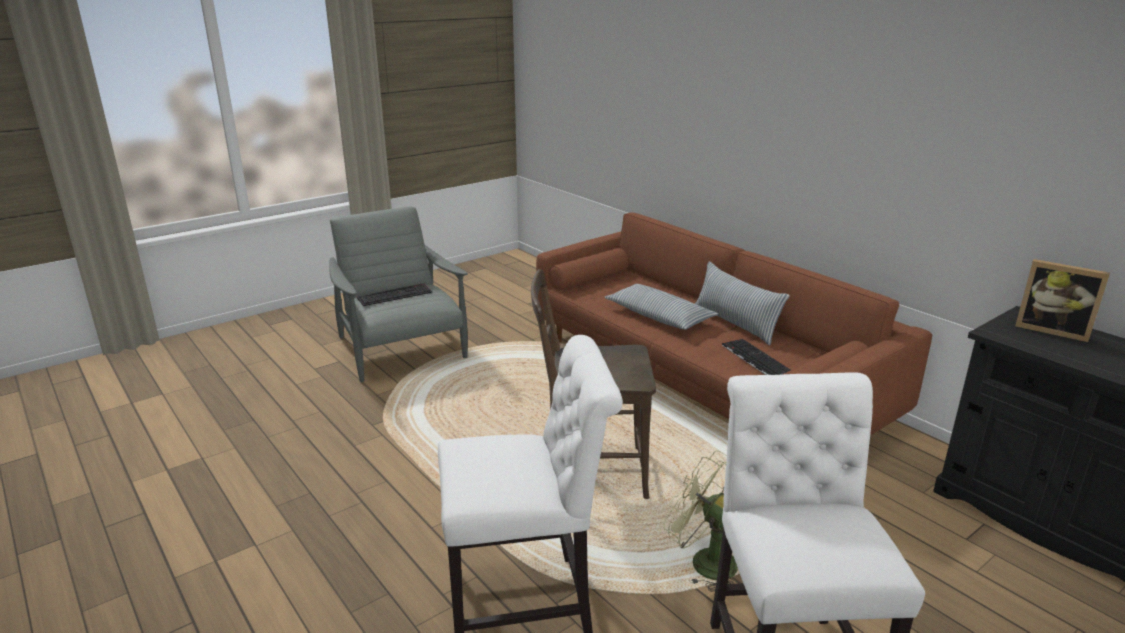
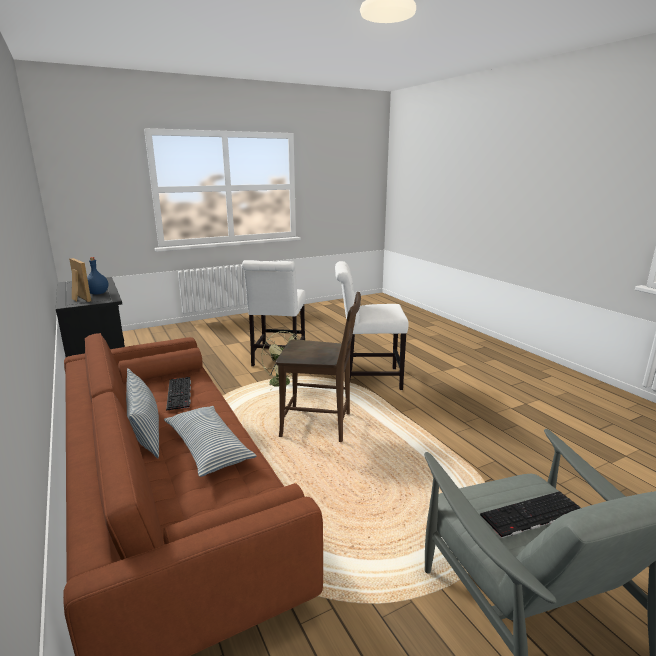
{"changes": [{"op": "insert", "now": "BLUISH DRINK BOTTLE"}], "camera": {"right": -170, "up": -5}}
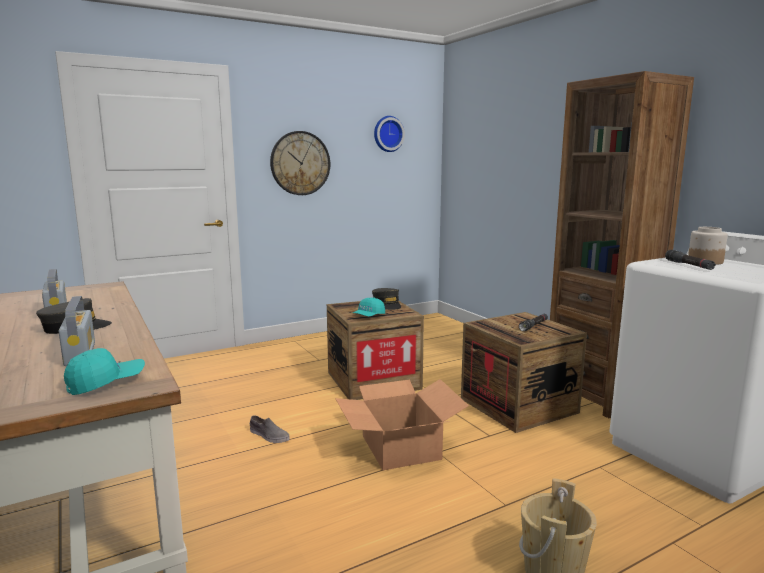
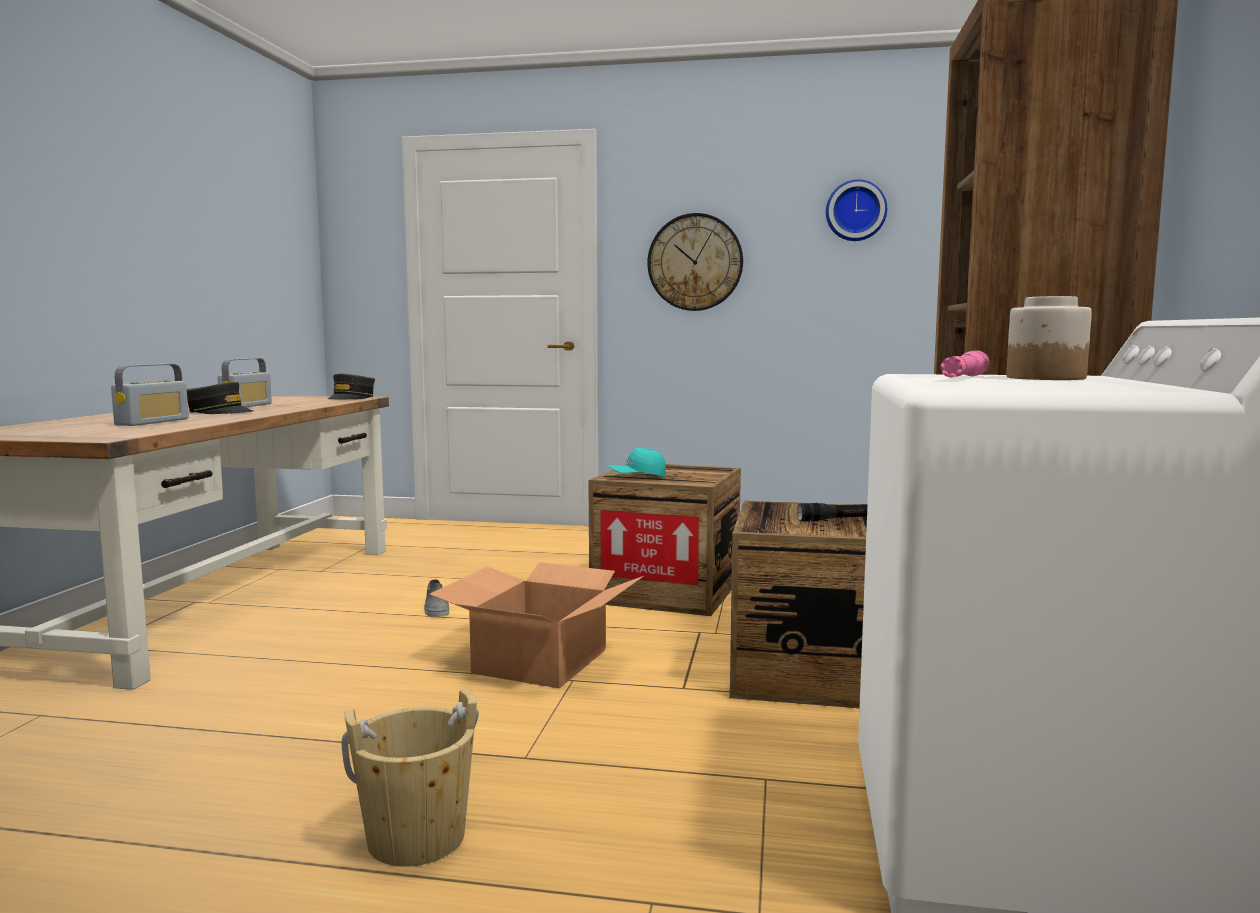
{"changes": [{"op": "delete", "was": "TURQUOISE CAP (1st from left)"}, {"op": "move", "was": "GRAY CAP (2nd from left)"}, {"op": "recolor", "was": "BLACK-COLOURED HAND TORCH (2nd from left)", "now": "PINK HAND TORCH"}], "camera": {"right": 40, "up": -5}}
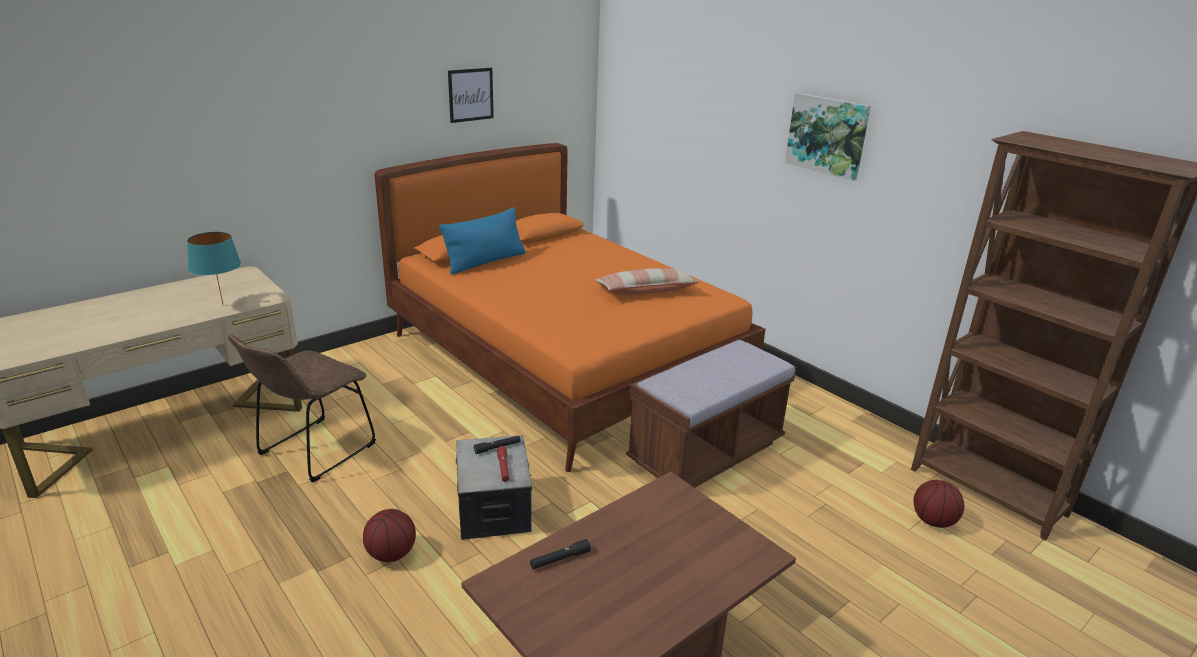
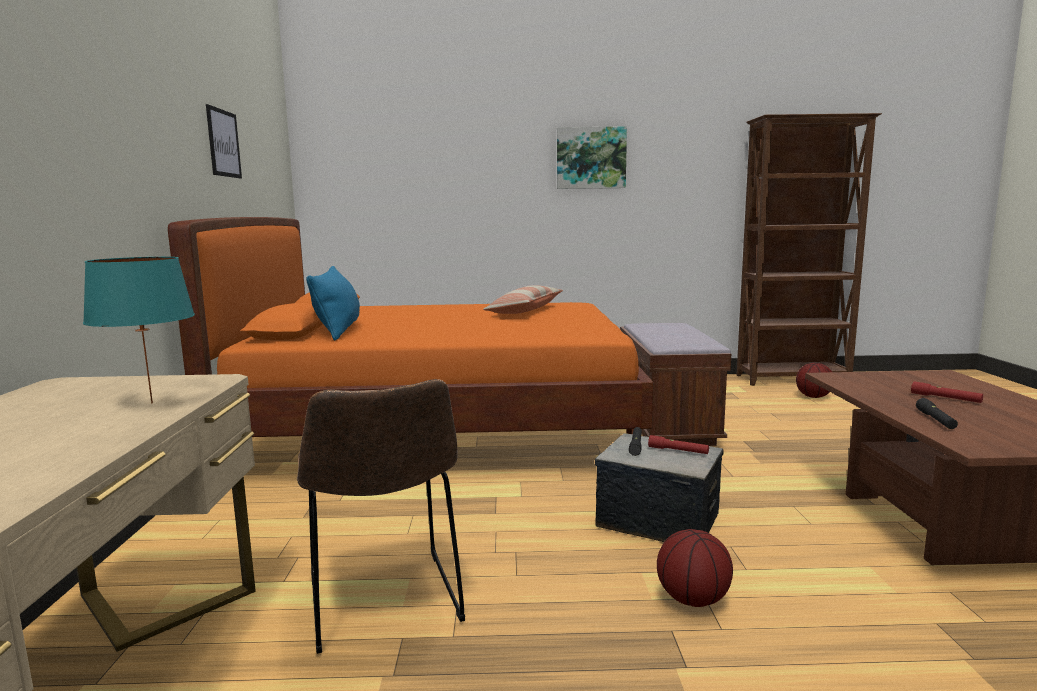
{"changes": [{"op": "insert", "now": "RED-COLOURED HAND TORCH (2nd from left)"}], "camera": {"right": -50, "up": -15}}
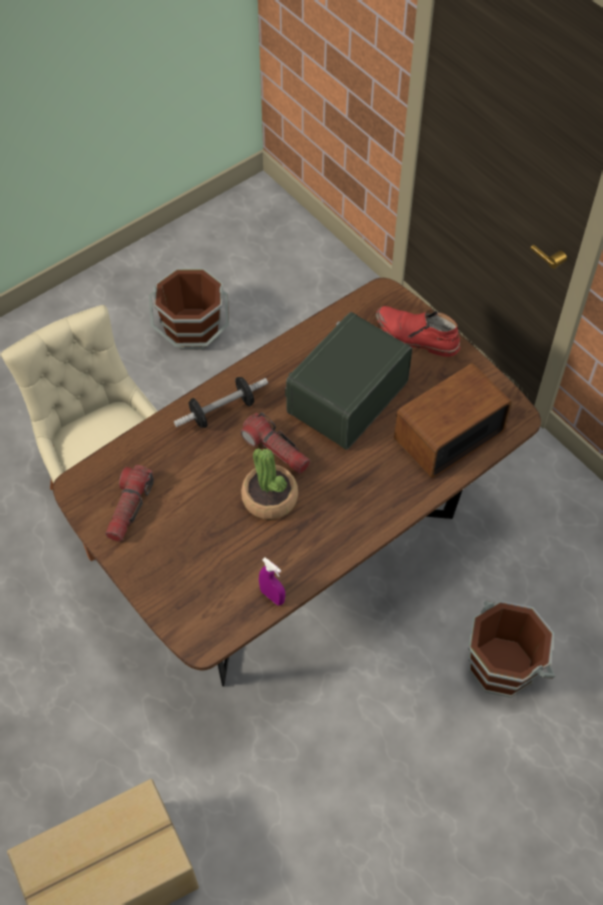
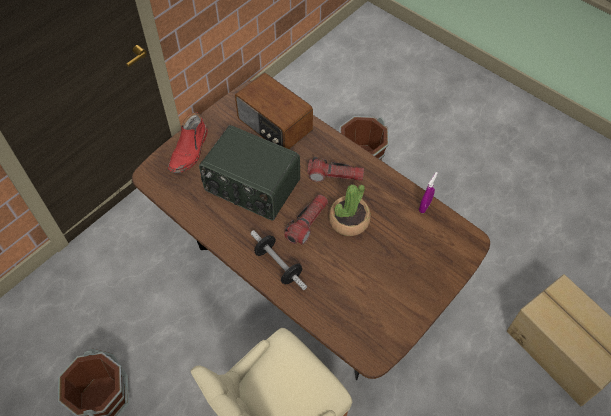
{"changes": [{"op": "move", "was": "HAND TORCH (1st from left in the first image)", "now": "HAND TORCH (2nd from left)"}], "camera": {"right": -100, "up": 0}}
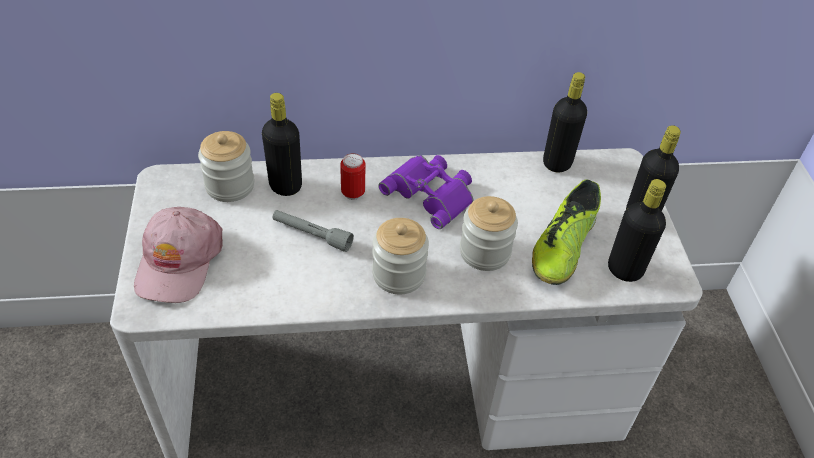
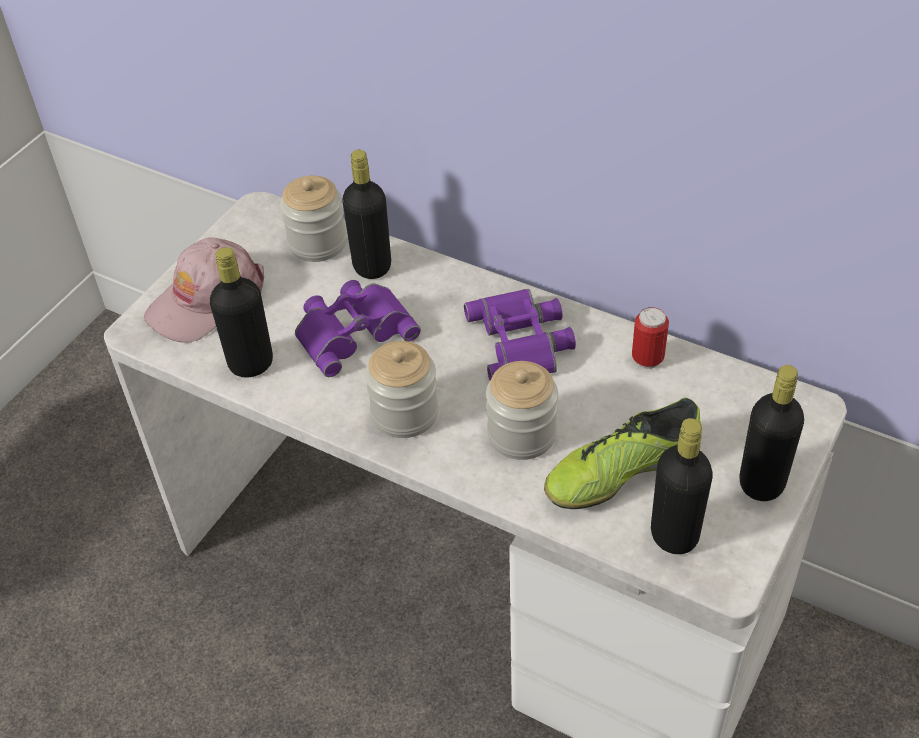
{"changes": [{"op": "move", "was": "METAL CAN"}, {"op": "move", "was": "BLACK-COLOURED DRINK BOTTLE (2nd from left in the first image)", "now": "BLACK-COLOURED DRINK BOTTLE (1st from left)"}, {"op": "replace", "was": "GRAY HAND TORCH", "now": "PURPLISH PAIR OF BINOCULARS (1st from left)"}], "camera": {"right": 40, "up": 0}}
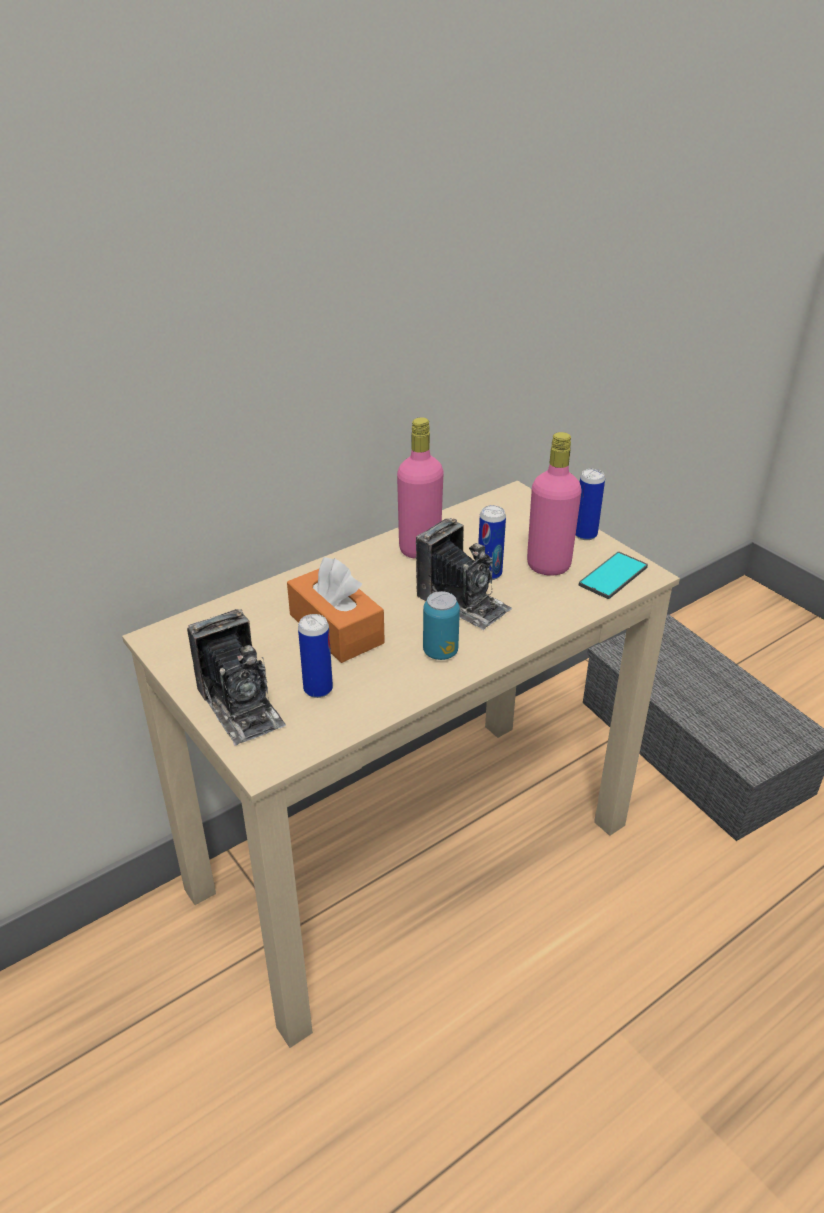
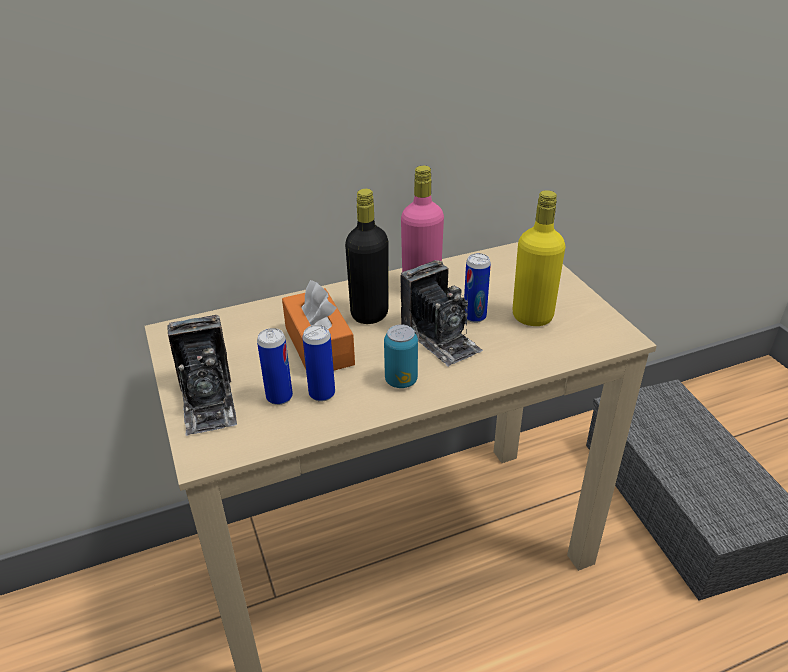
{"changes": [{"op": "delete", "was": "HANDSET"}, {"op": "insert", "now": "BLACK-COLOURED DRINK BOTTLE"}, {"op": "move", "was": "METAL CAN (4th from left in the first image)", "now": "METAL CAN (2nd from left)"}, {"op": "recolor", "was": "PINK DRINK BOTTLE (2nd from left)", "now": "YELLOW-COLOURED DRINK BOTTLE"}], "camera": {"right": 15, "up": 0}}
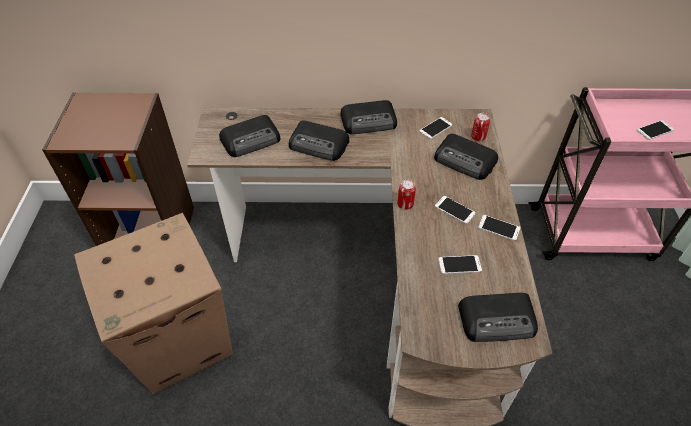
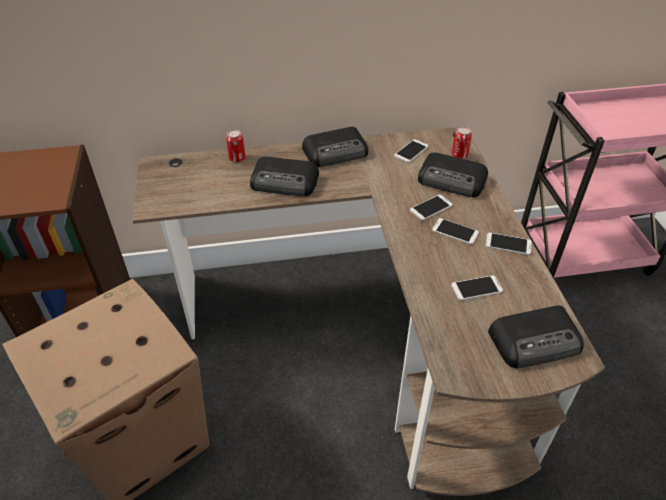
{"changes": [{"op": "delete", "was": "RADIO RECEIVER (1st from left)"}, {"op": "move", "was": "METAL CAN (1st from left)"}, {"op": "move", "was": "HANDSET (5th from left in the first image)", "now": "HANDSET (2nd from left)"}], "camera": {"right": -10, "up": -5}}
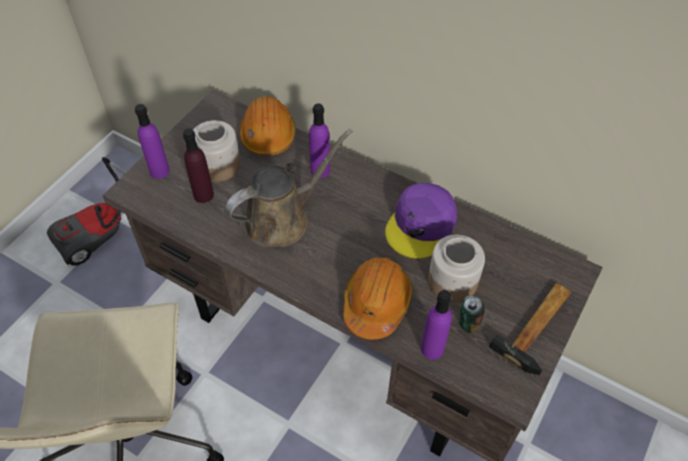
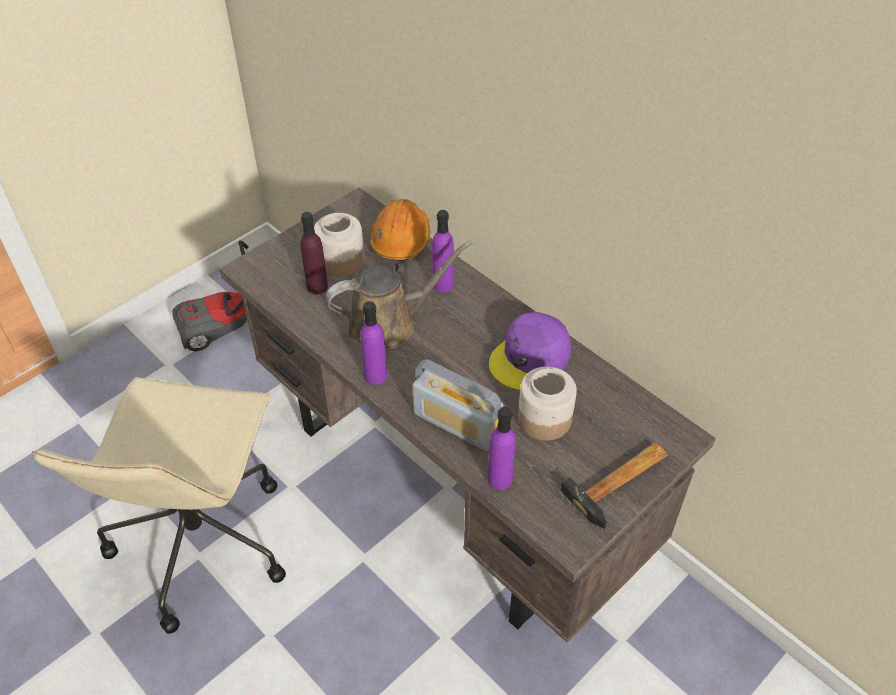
{"changes": [{"op": "delete", "was": "METAL CAN"}, {"op": "move", "was": "PURPLISH DRINK BOTTLE (1st from left in the first image)", "now": "PURPLISH DRINK BOTTLE (2nd from left)"}, {"op": "replace", "was": "ORANGE-COLOURED WORK HELMET (2nd from left)", "now": "RADIO RECEIVER"}], "camera": {"right": 15, "up": -5}}
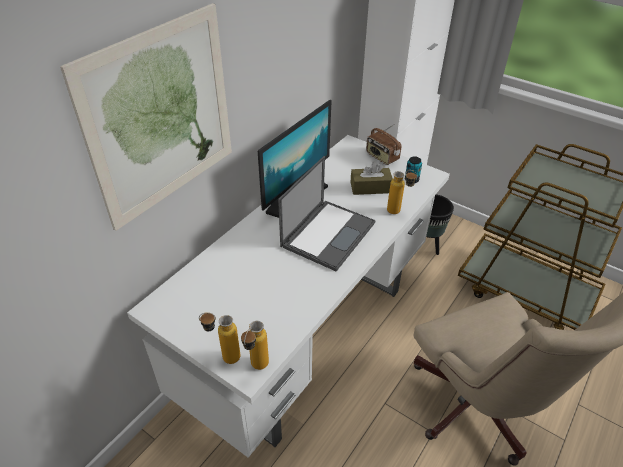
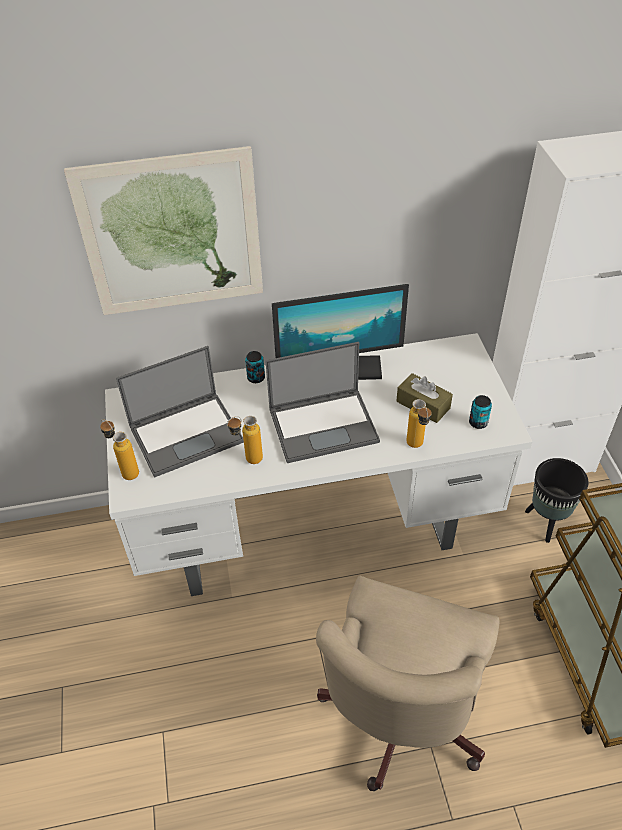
{"changes": [{"op": "delete", "was": "RADIO RECEIVER"}, {"op": "insert", "now": "NOTEBOOK COMPUTER (1st from left)"}, {"op": "insert", "now": "METAL CAN (1st from left)"}, {"op": "move", "was": "DRINK BOTTLE (2nd from left)"}], "camera": {"right": 45, "up": 5}}
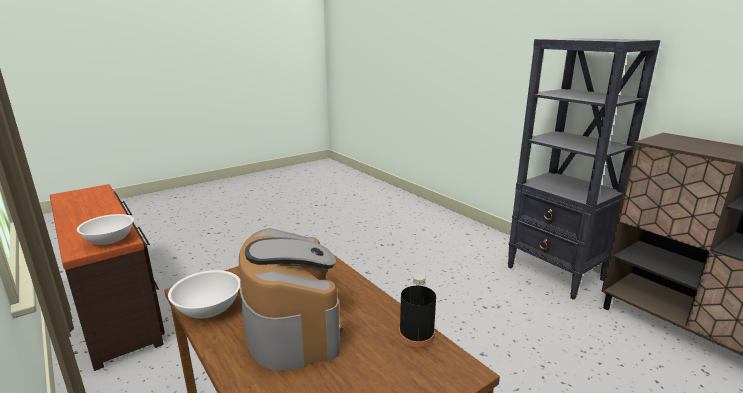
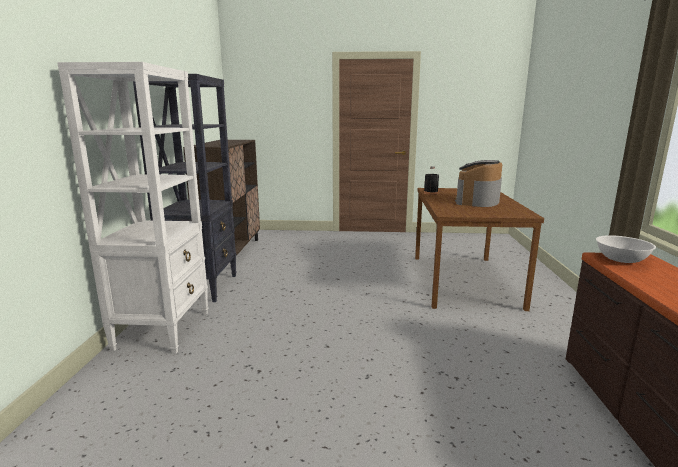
{"changes": [{"op": "delete", "was": "WHITISH DEEP DISH (2nd from left)"}, {"op": "insert", "now": "WHITISH SHELVING UNIT"}], "camera": {"right": -140, "up": -5}}
